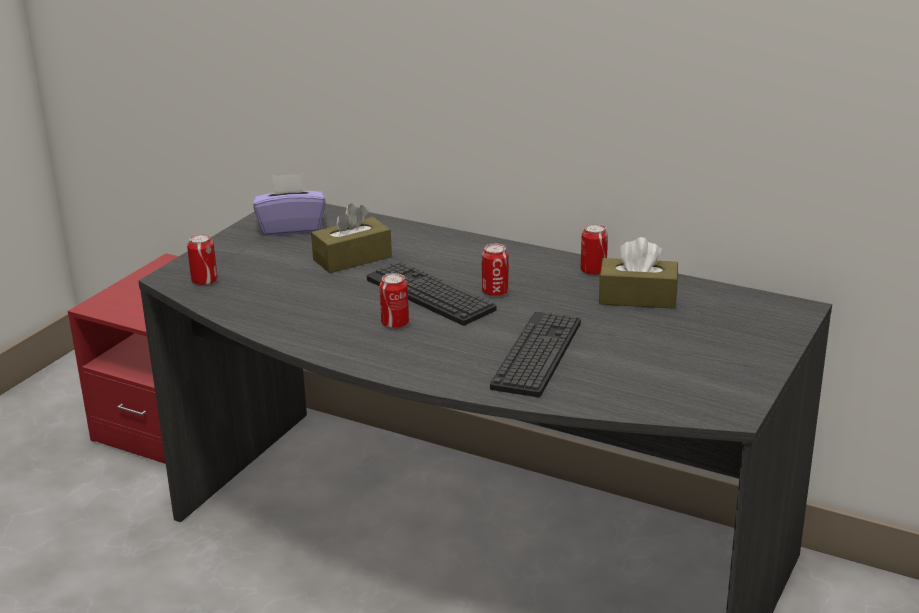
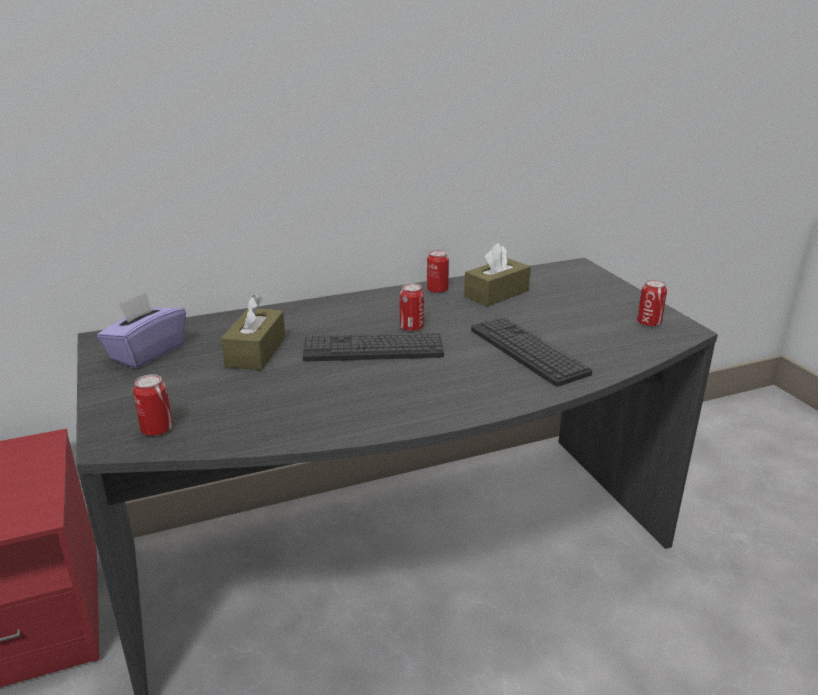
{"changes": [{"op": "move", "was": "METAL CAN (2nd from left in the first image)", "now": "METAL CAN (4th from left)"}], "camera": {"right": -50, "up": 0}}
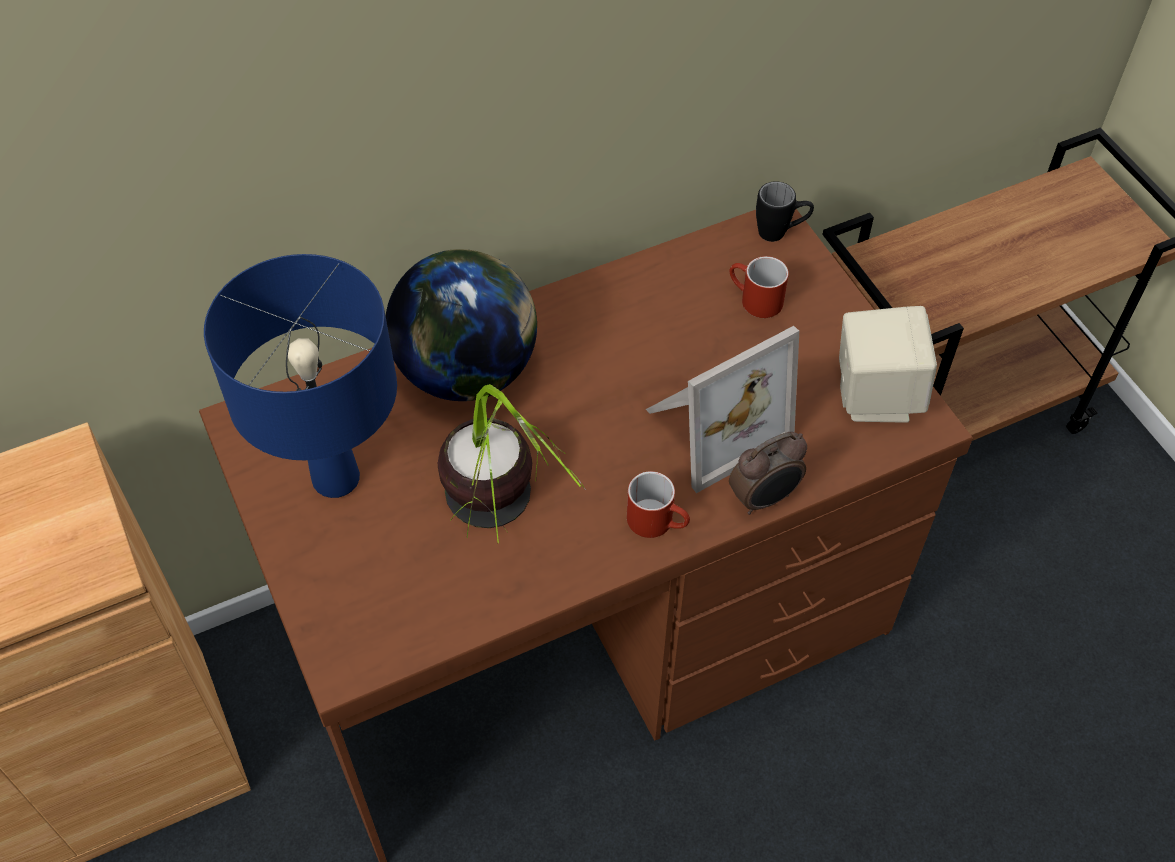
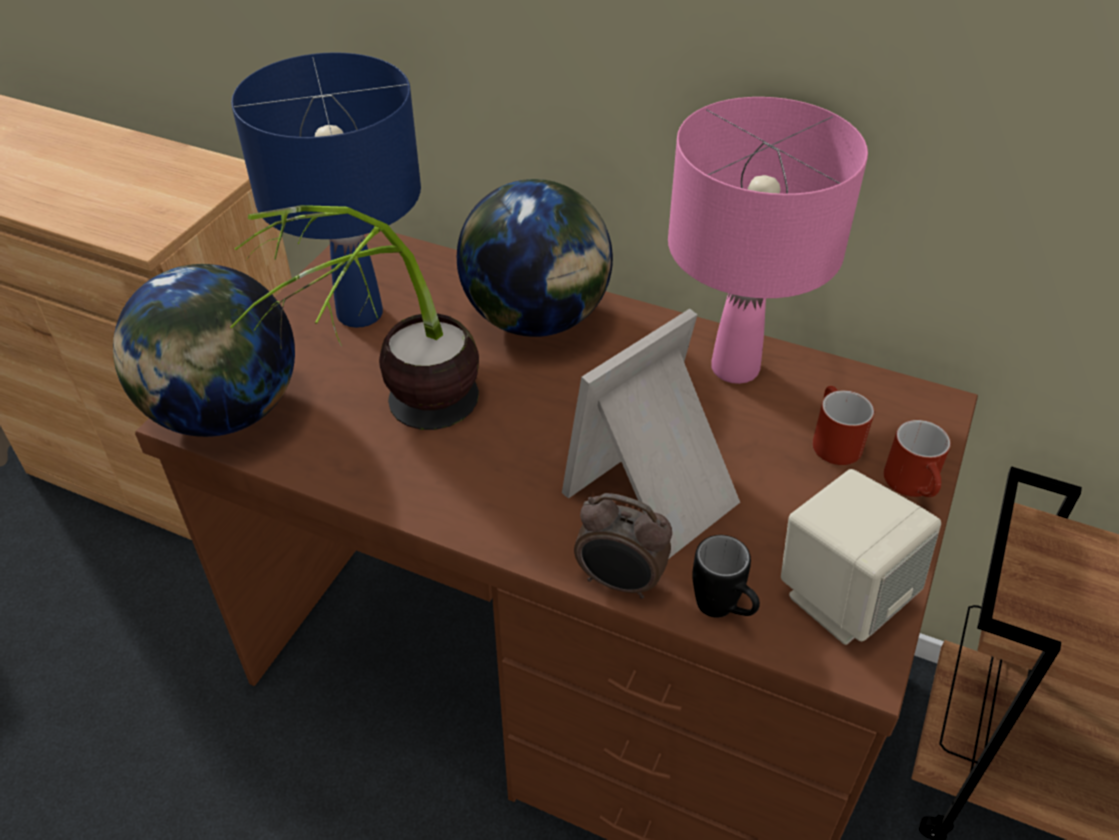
{"changes": [{"op": "insert", "now": "WORLD GLOBE (1st from left)"}, {"op": "insert", "now": "PINK TABLE LAMP"}, {"op": "move", "was": "RED-COLOURED COFFEE MUG (1st from left in the first image)", "now": "RED-COLOURED COFFEE MUG (2nd from left)"}, {"op": "move", "was": "BLACK-COLOURED COFFEE MUG"}, {"op": "rotate", "was": "PHOTO FRAME", "clockwise": 120}], "camera": {"right": 50, "up": -10}}
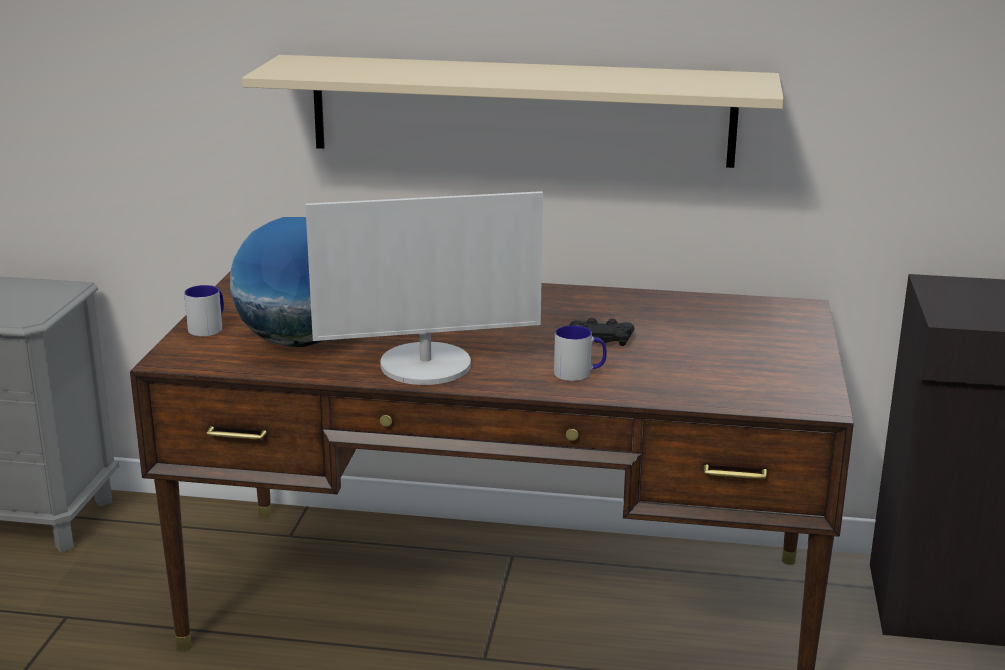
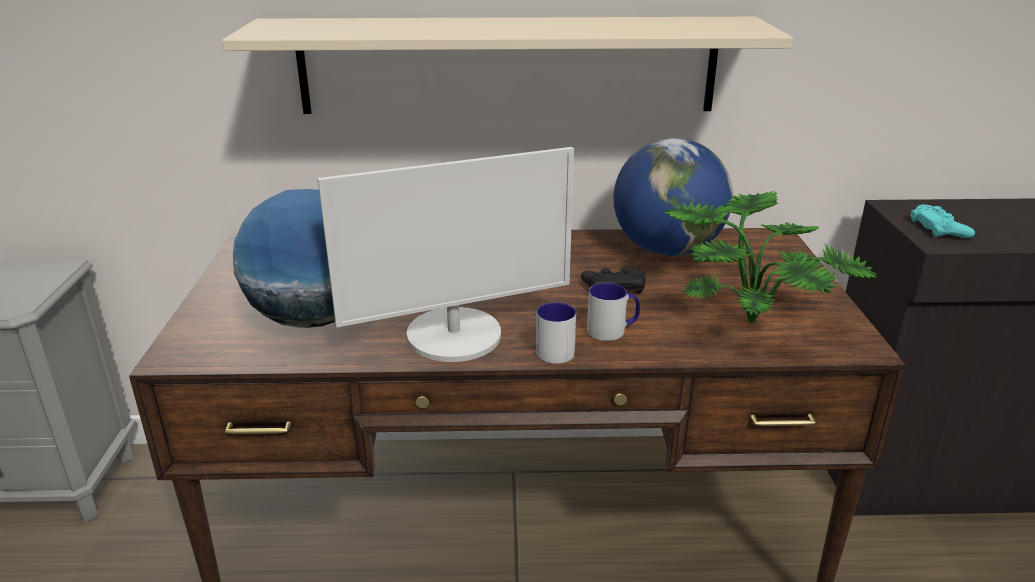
{"changes": [{"op": "insert", "now": "WORLD GLOBE (2nd from left)"}, {"op": "insert", "now": "PLANT IN A POT"}, {"op": "insert", "now": "TURQUOISE GAMEPAD"}, {"op": "move", "was": "COFFEE MUG (1st from left)"}], "camera": {"right": -10, "up": 5}}
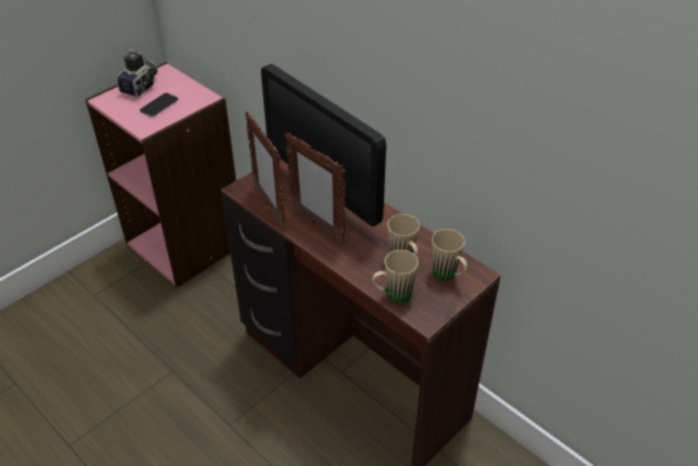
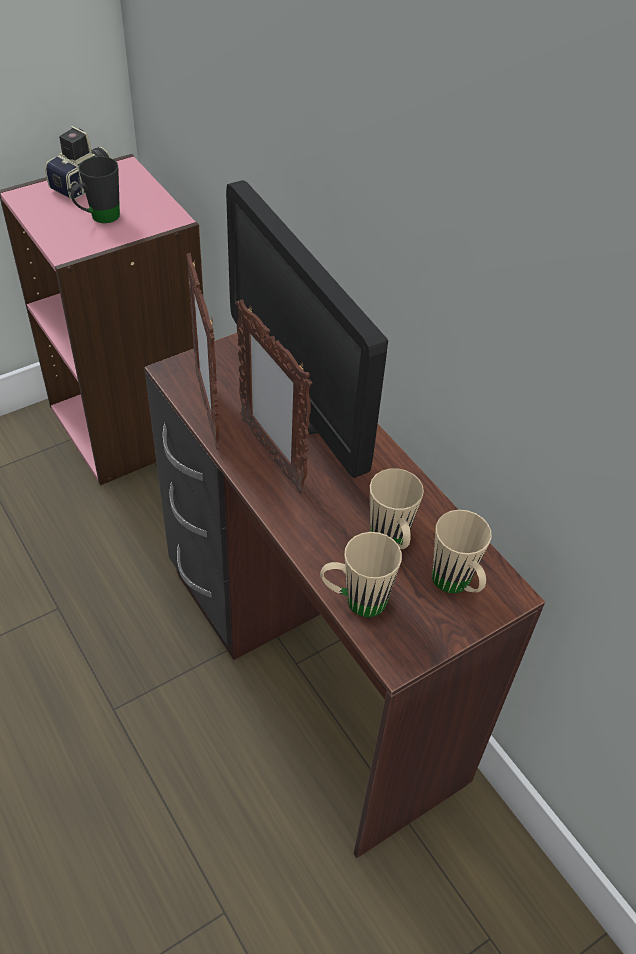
{"changes": [{"op": "replace", "was": "HANDSET", "now": "BLACK-COLOURED COFFEE MUG"}], "camera": {"right": 10, "up": 5}}
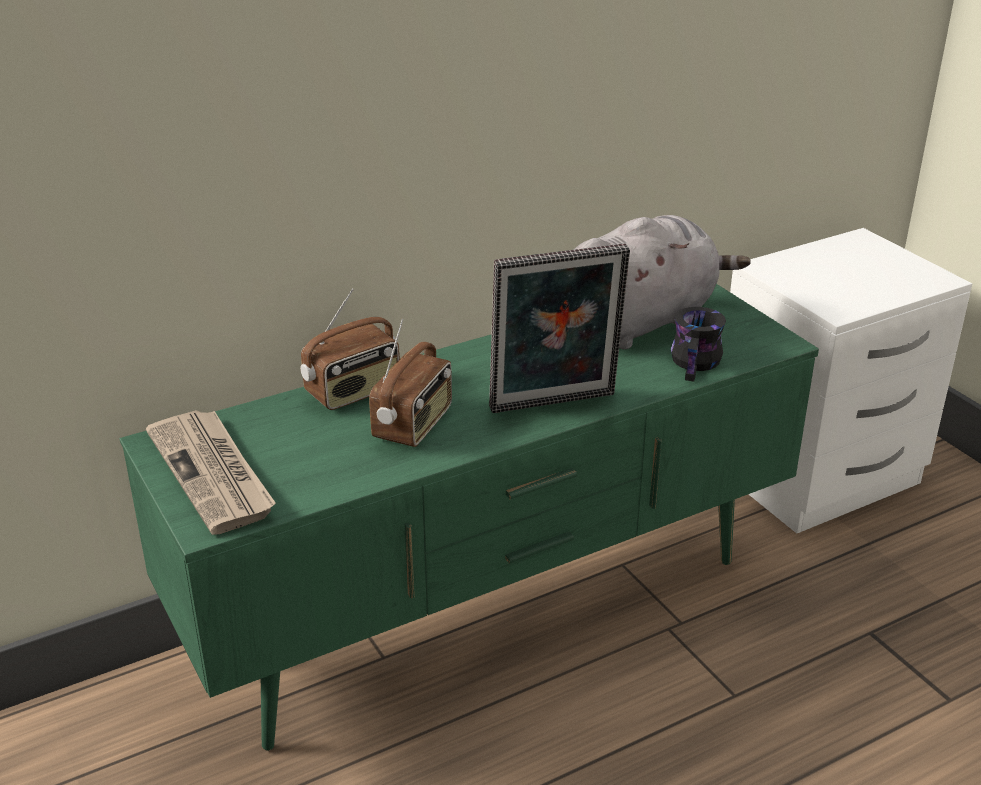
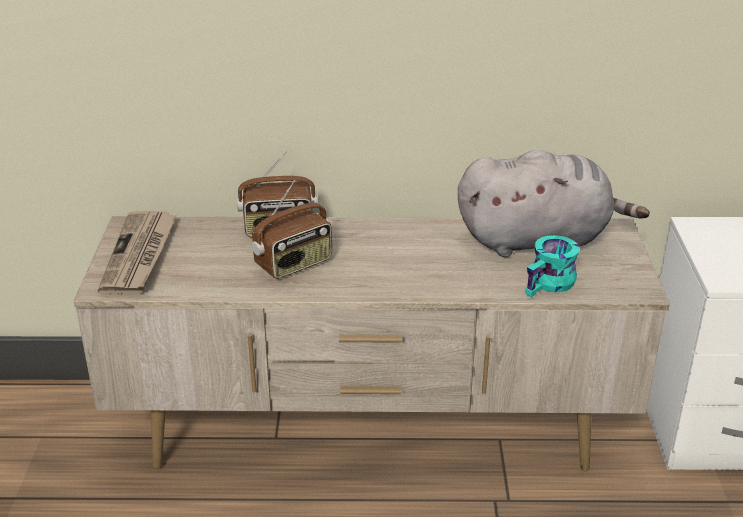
{"changes": [{"op": "delete", "was": "PHOTO FRAME"}, {"op": "recolor", "was": "GREENISH TV STAND", "now": "BEIGE-COLOURED TV STAND"}, {"op": "recolor", "was": "BLACK-COLOURED COFFEE MUG", "now": "TURQUOISE COFFEE MUG"}], "camera": {"right": 30, "up": 0}}
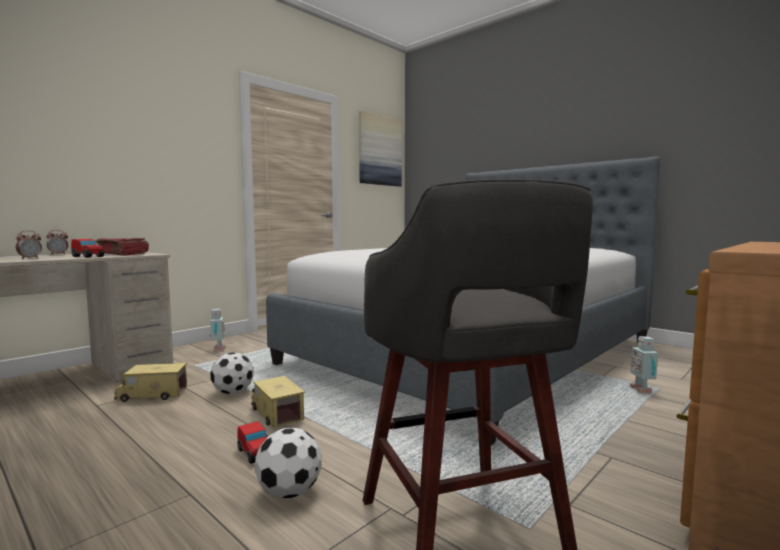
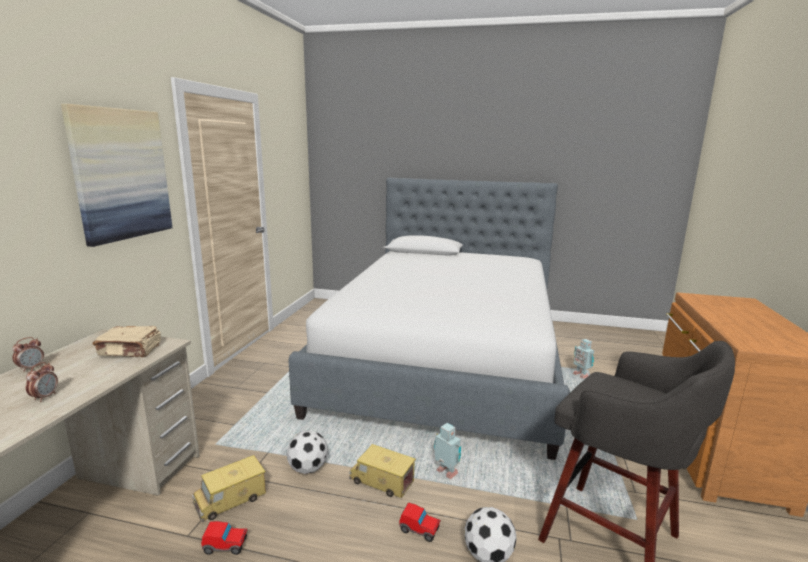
{"changes": [{"op": "move", "was": "MODEL CAR (1st from left)"}, {"op": "move", "was": "TOY ROBOT (1st from left)"}, {"op": "move", "was": "WALL PICTURE"}, {"op": "recolor", "was": "RED-COLOURED BOOK", "now": "BEIGE-COLOURED BOOK"}], "camera": {"right": -30, "up": 10}}
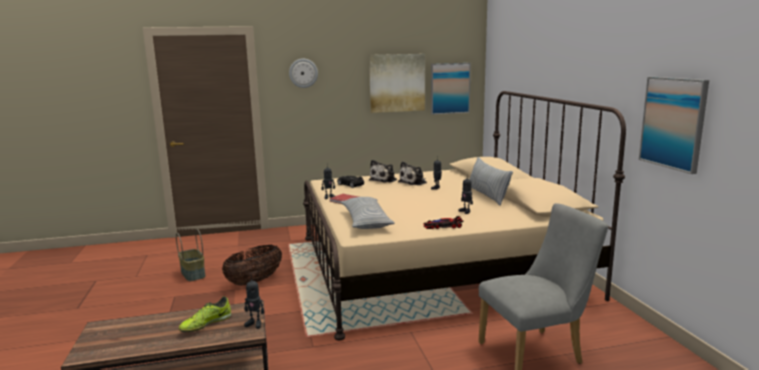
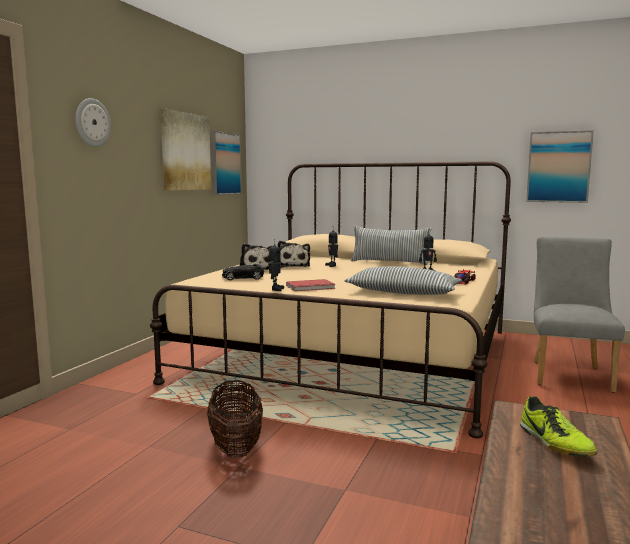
{"changes": [{"op": "delete", "was": "BASKET (1st from left)"}, {"op": "delete", "was": "TOY ROBOT (1st from left)"}], "camera": {"right": -55, "up": -5}}
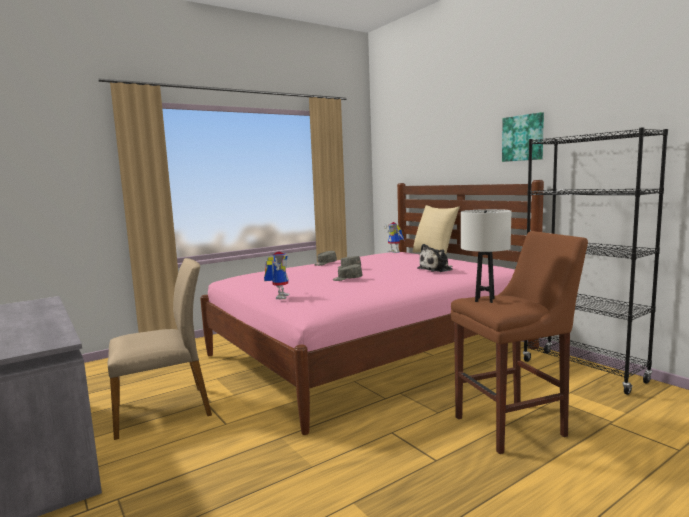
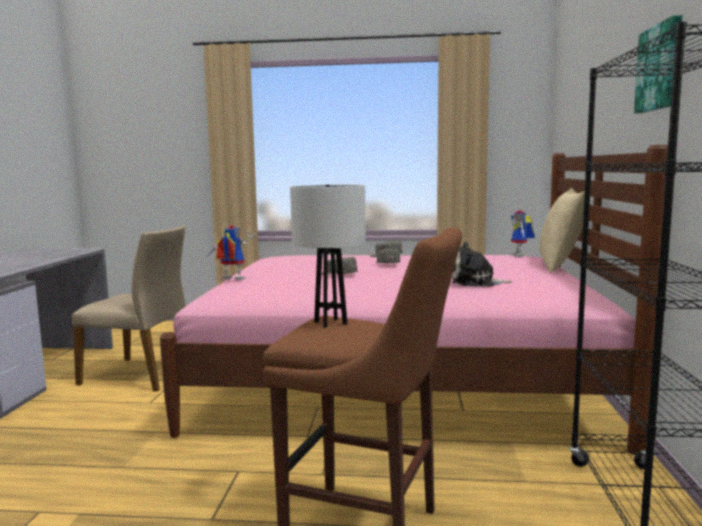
{"changes": [{"op": "rotate", "was": "TOY ROBOT (1st from left)", "clockwise": -120}], "camera": {"right": 40, "up": 0}}
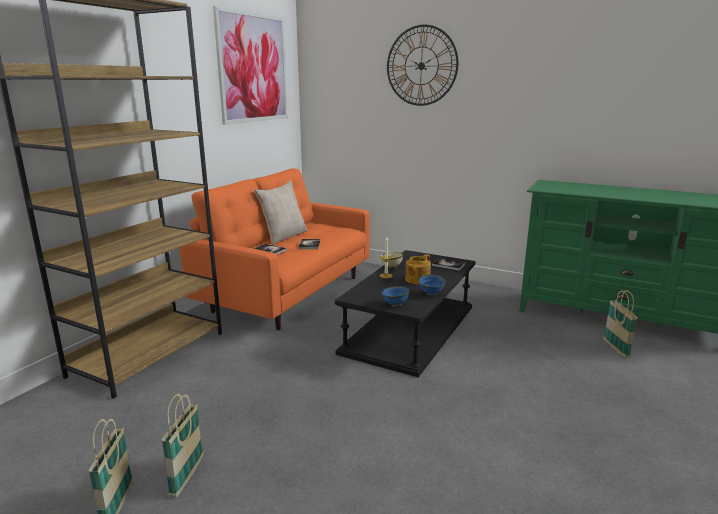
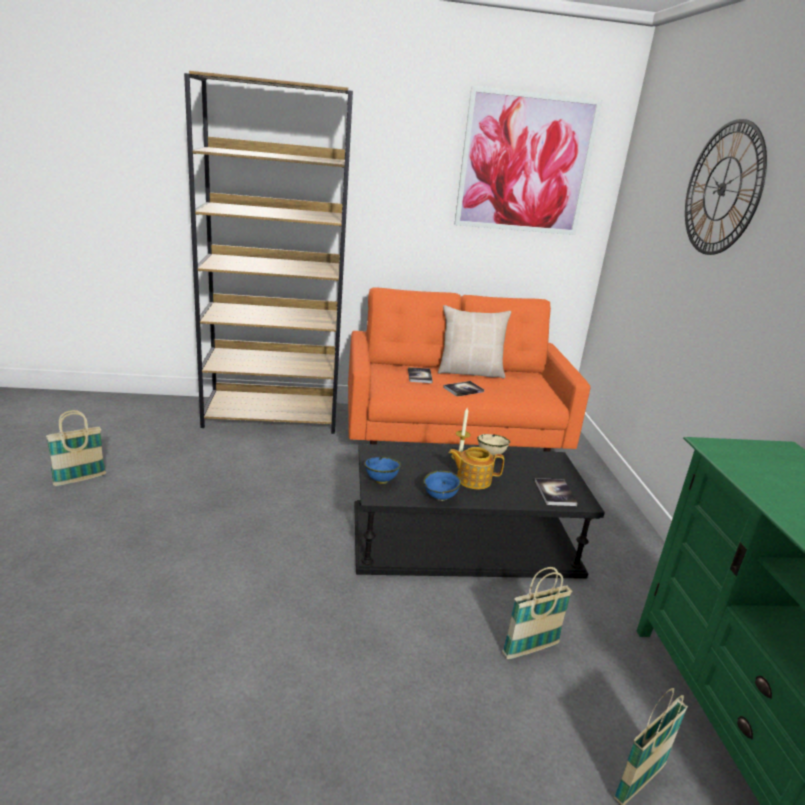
{"changes": [{"op": "move", "was": "BASKET (2nd from left)"}], "camera": {"right": 55, "up": 5}}
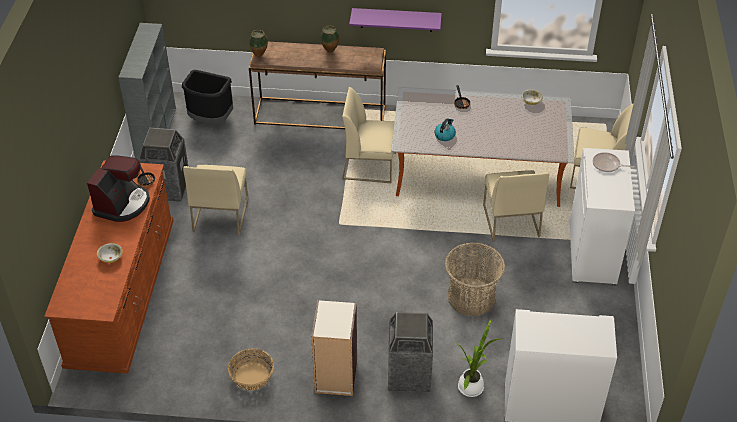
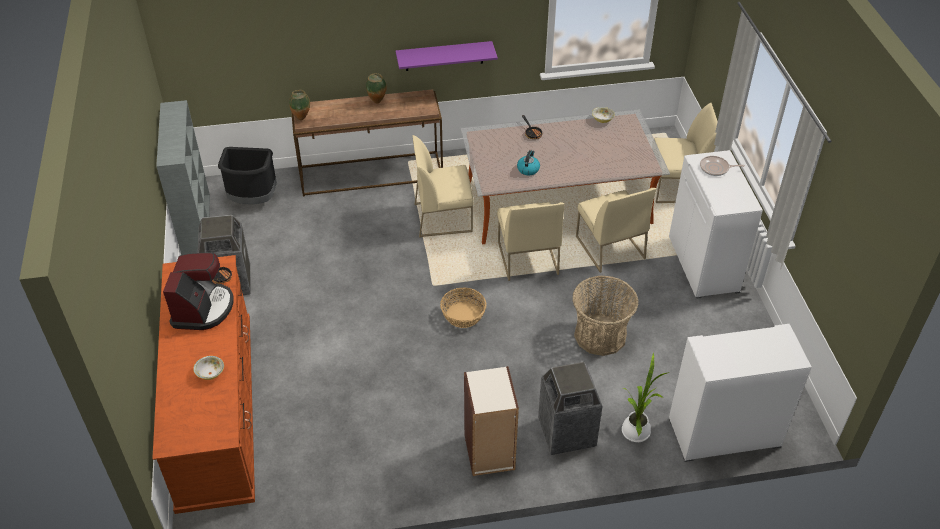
{"changes": [{"op": "move", "was": "BEIGE-COLOURED CHAIR (1st from left in the first image)", "now": "BEIGE-COLOURED CHAIR (2nd from left)"}, {"op": "move", "was": "BASKET (1st from left)"}], "camera": {"right": -15, "up": 0}}
